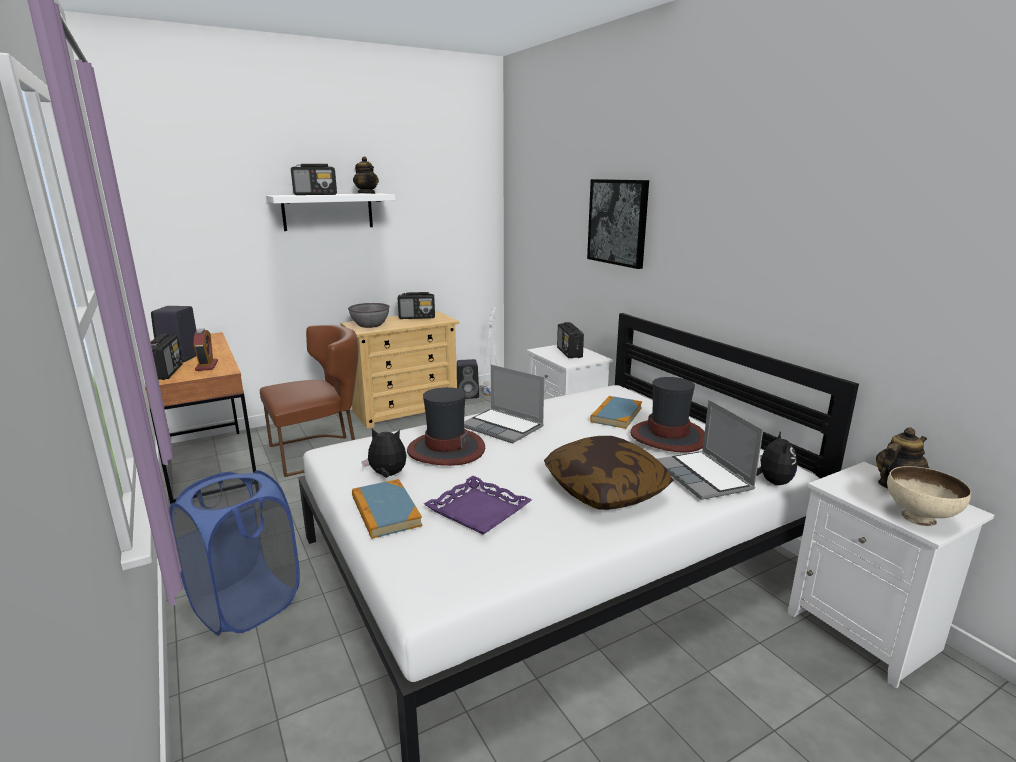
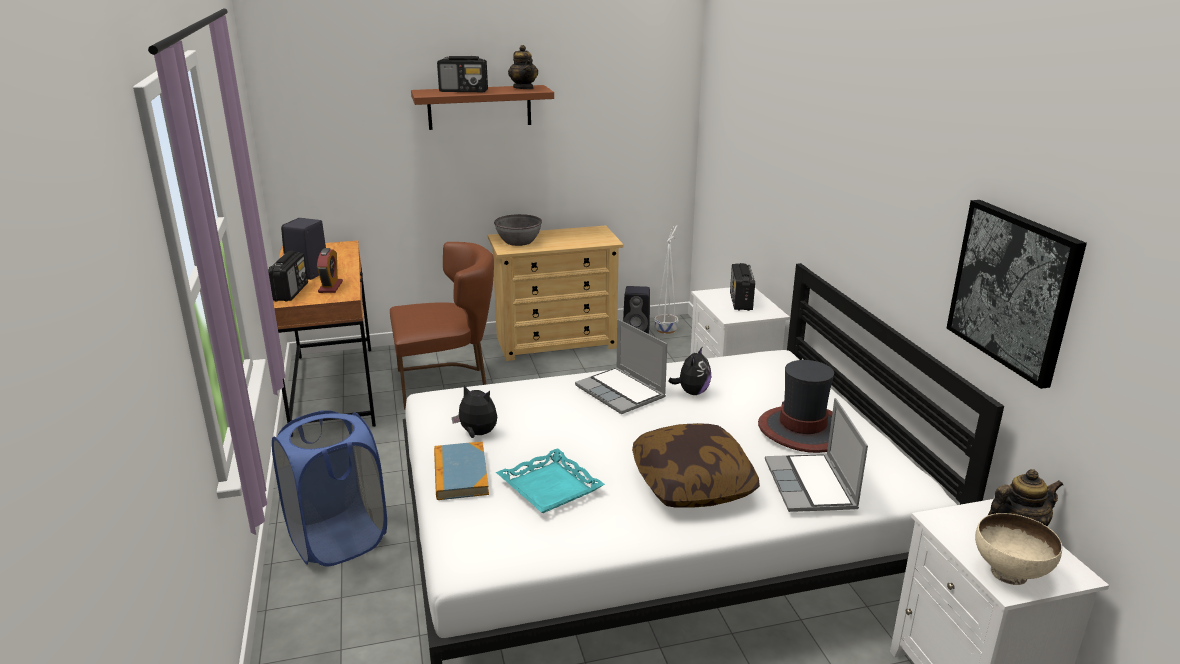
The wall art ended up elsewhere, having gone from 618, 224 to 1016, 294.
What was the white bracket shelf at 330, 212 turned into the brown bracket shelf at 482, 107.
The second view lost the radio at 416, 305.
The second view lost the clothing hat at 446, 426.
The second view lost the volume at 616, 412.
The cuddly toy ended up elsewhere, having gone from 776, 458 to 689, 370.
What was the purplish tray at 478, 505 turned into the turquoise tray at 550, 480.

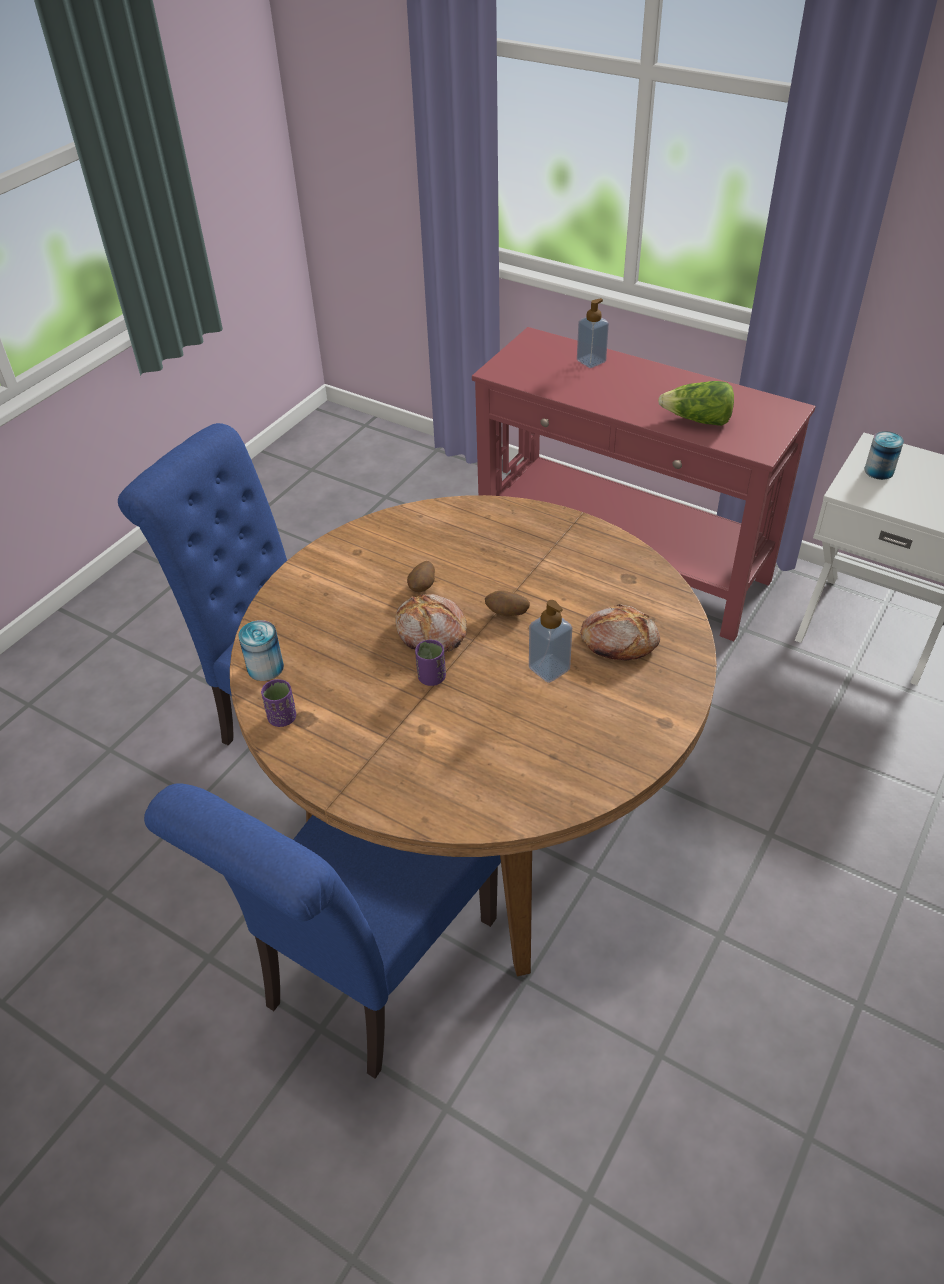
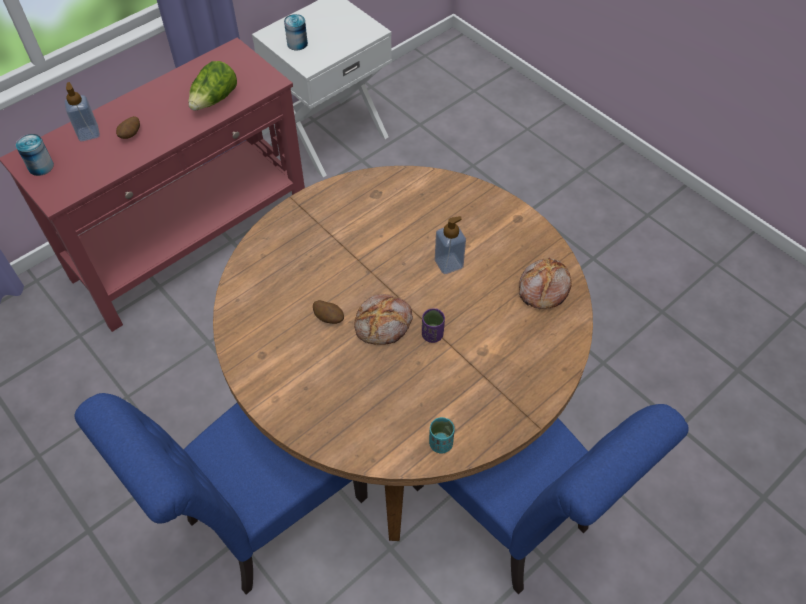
The spud ended up elsewhere, having gone from 507, 603 to 128, 127.
The baked bread ended up elsewhere, having gone from 620, 632 to 545, 283.
The metal can ended up elsewhere, having gone from 261, 650 to 35, 155.
What was the purplish cup at 278, 703 turned into the turquoise cup at 442, 435.

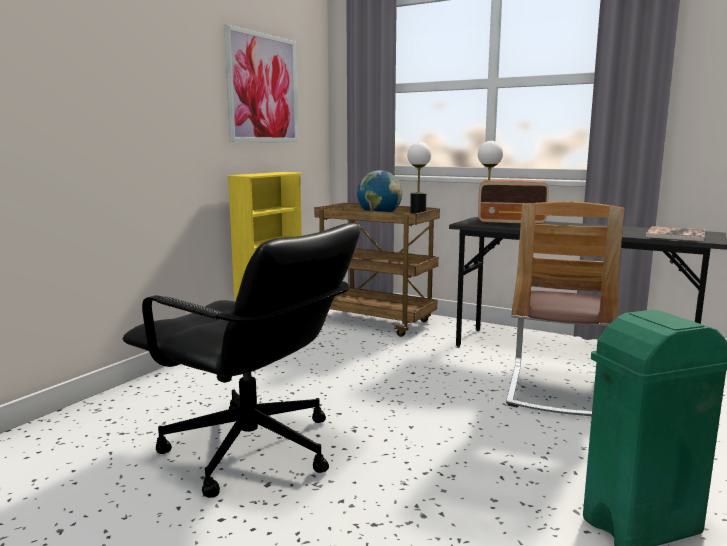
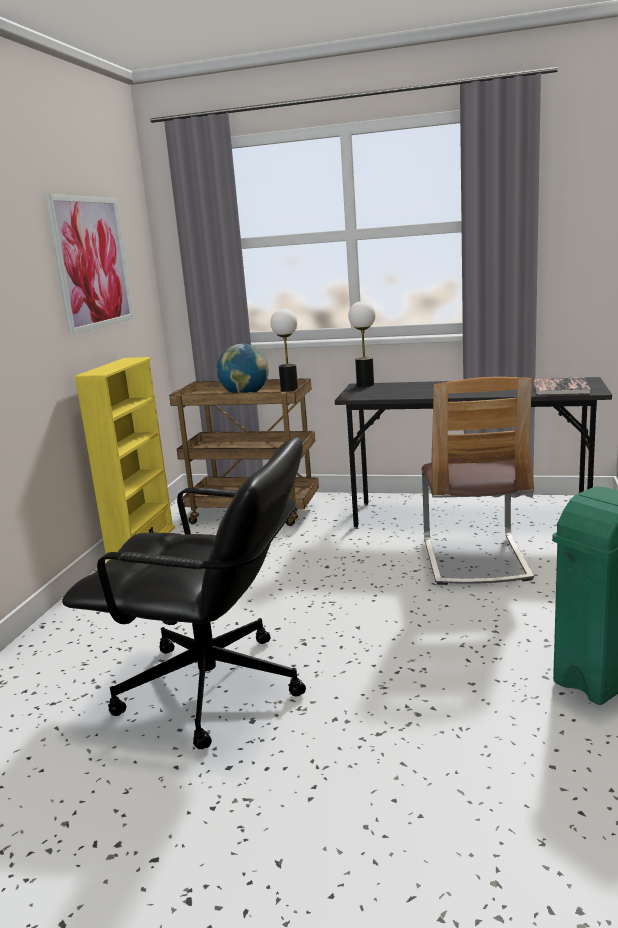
The second view lost the radio at 513, 202.

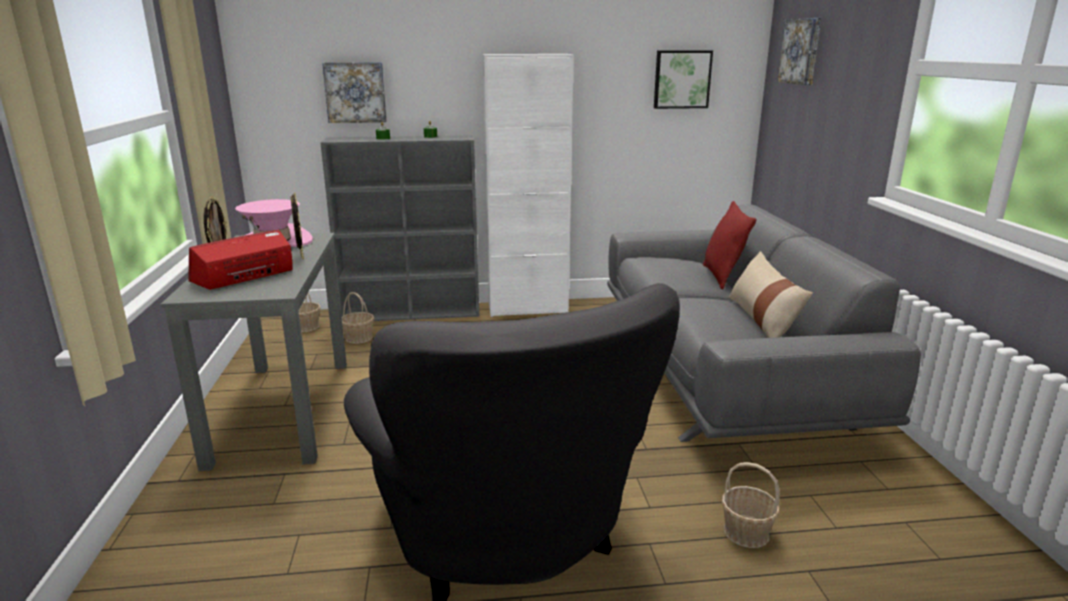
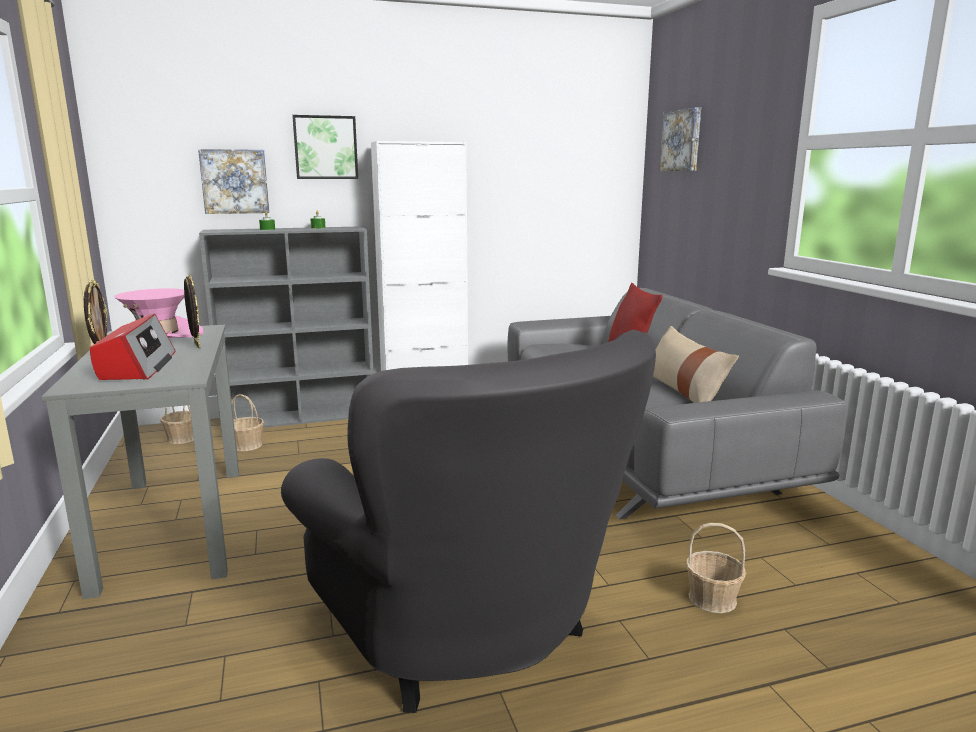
The wall art ended up elsewhere, having gone from 683, 79 to 325, 147.
The radio at 240, 260 ended up facing another way, 135 degrees clockwise from before.

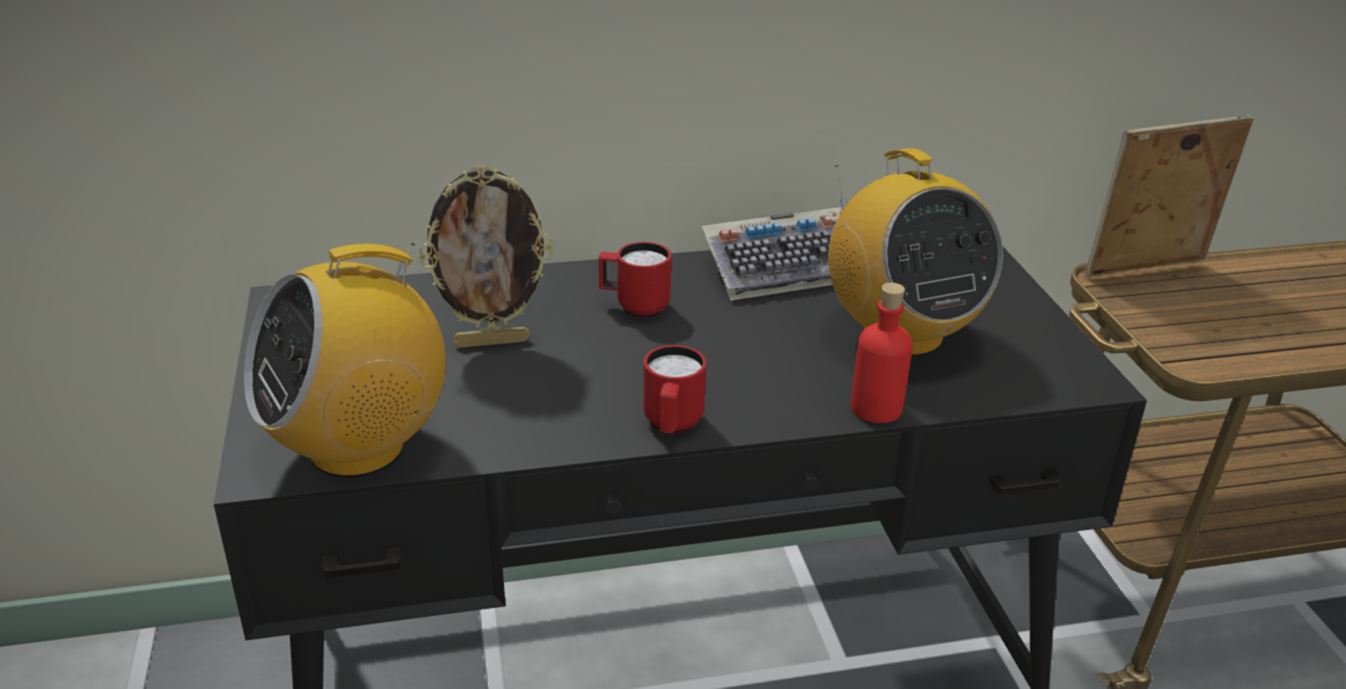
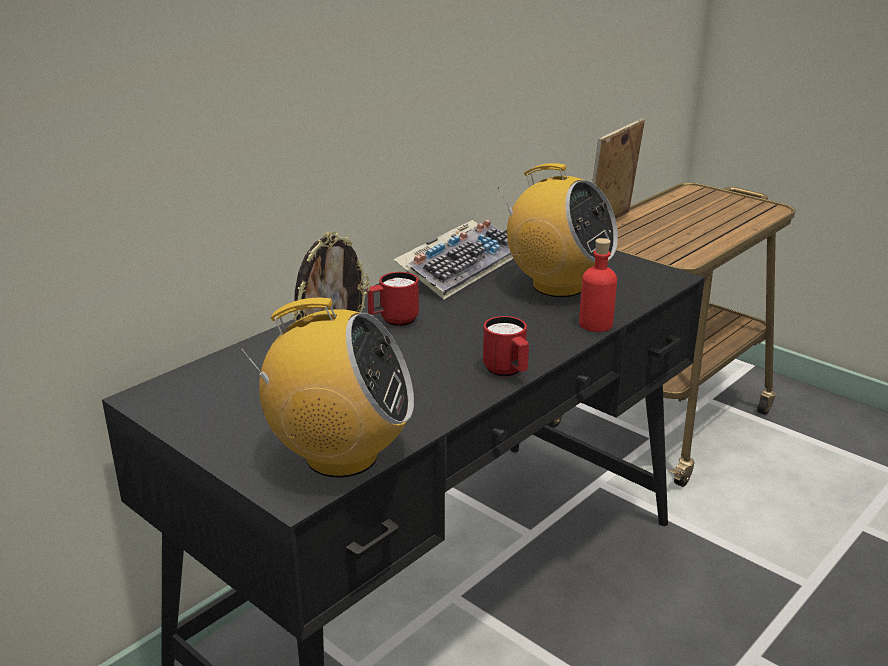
The radio at 345, 360 ended up facing another way, 105 degrees counterclockwise from before.

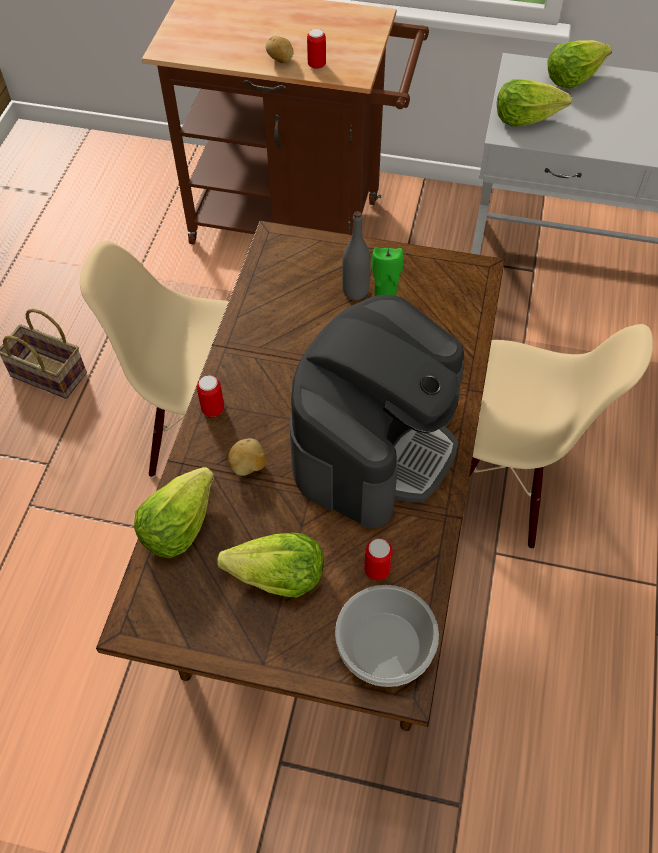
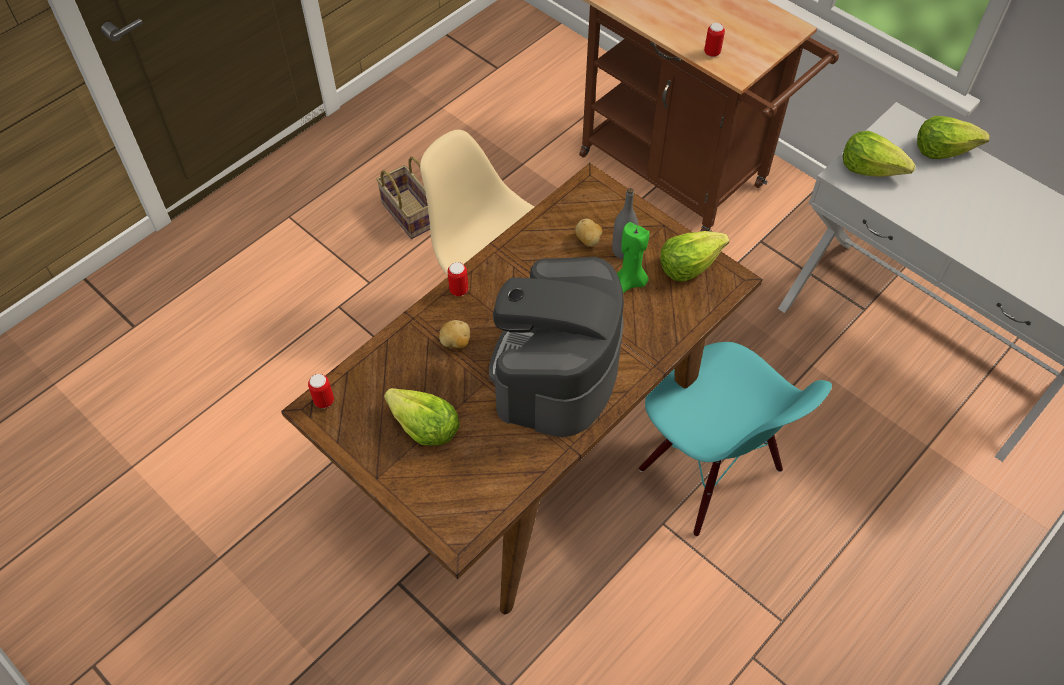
The spud ended up elsewhere, having gone from 280, 49 to 588, 232.
The coffee machine at 377, 411 ended up facing another way, 135 degrees clockwise from before.
What was the sand-coloured upright chair at 561, 436 turned into the turquoise upright chair at 735, 439.
The lettuce ended up elsewhere, having gone from 174, 512 to 694, 256.
The metal can ended up elsewhere, having gone from 378, 559 to 321, 391.
The second view lost the deep dish at 387, 636.

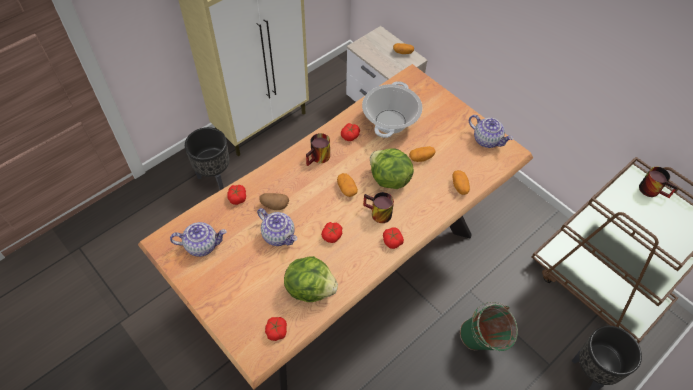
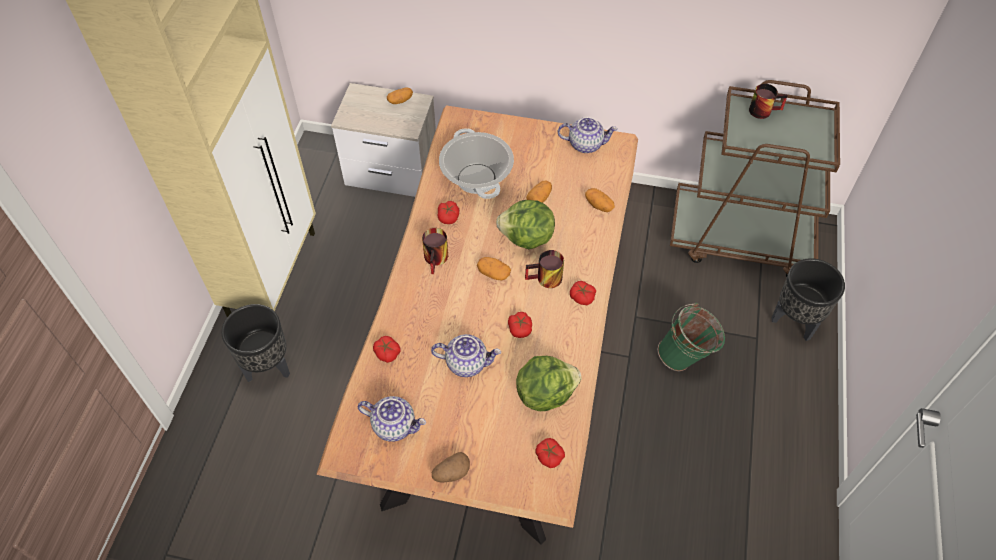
The spud ended up elsewhere, having gone from 274, 201 to 451, 467.
The pot for tea at 198, 239 ended up facing another way, 60 degrees clockwise from before.

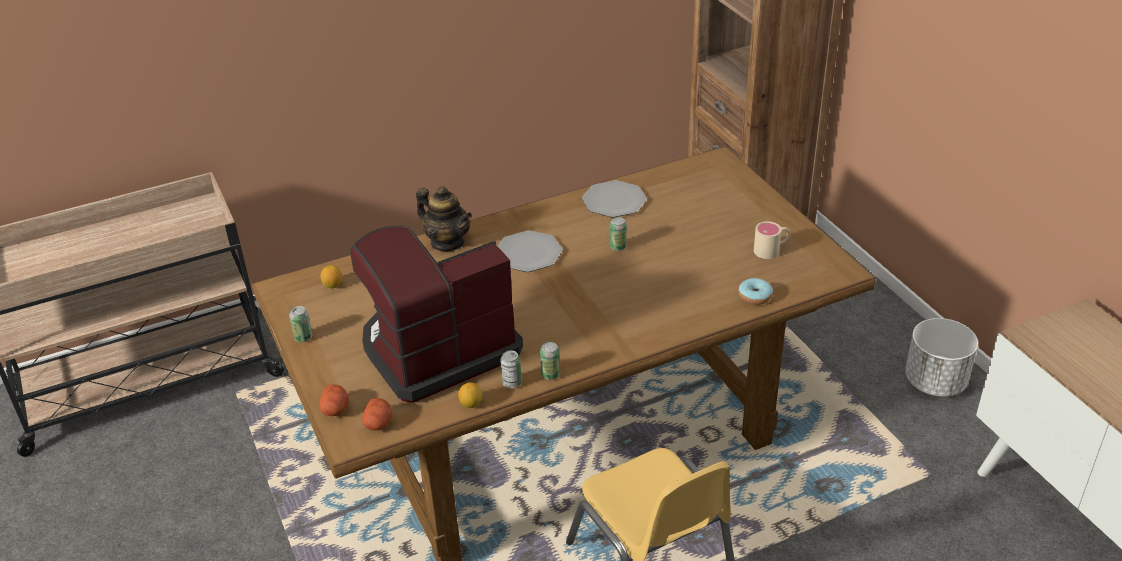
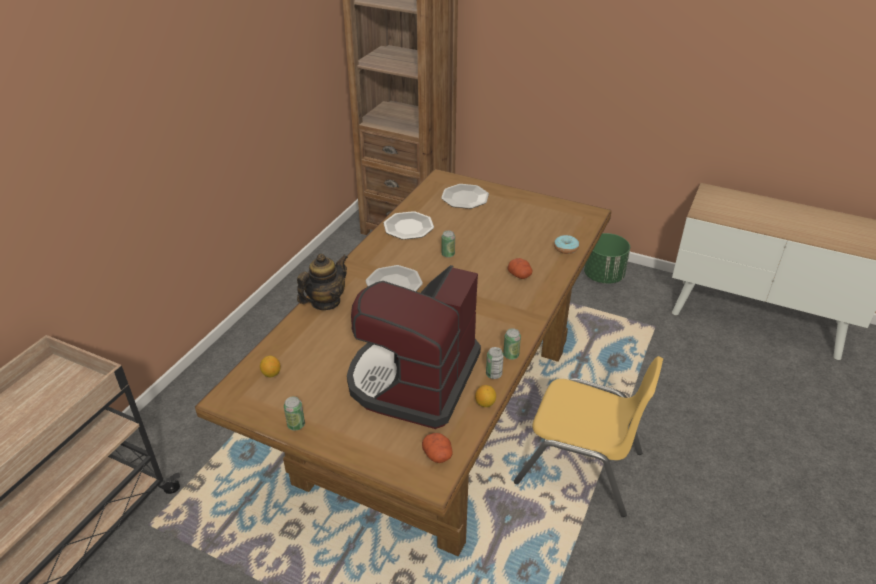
The pot for tea at 444, 218 ended up facing another way, 45 degrees counterclockwise from before.
The second view lost the sand-coloured mug at 772, 240.
What was the white planter at 941, 357 turned into the greenish planter at 607, 258.
The spud ended up elsewhere, having gone from 334, 400 to 520, 268.
The second view gained the flat dish at 465, 196.

